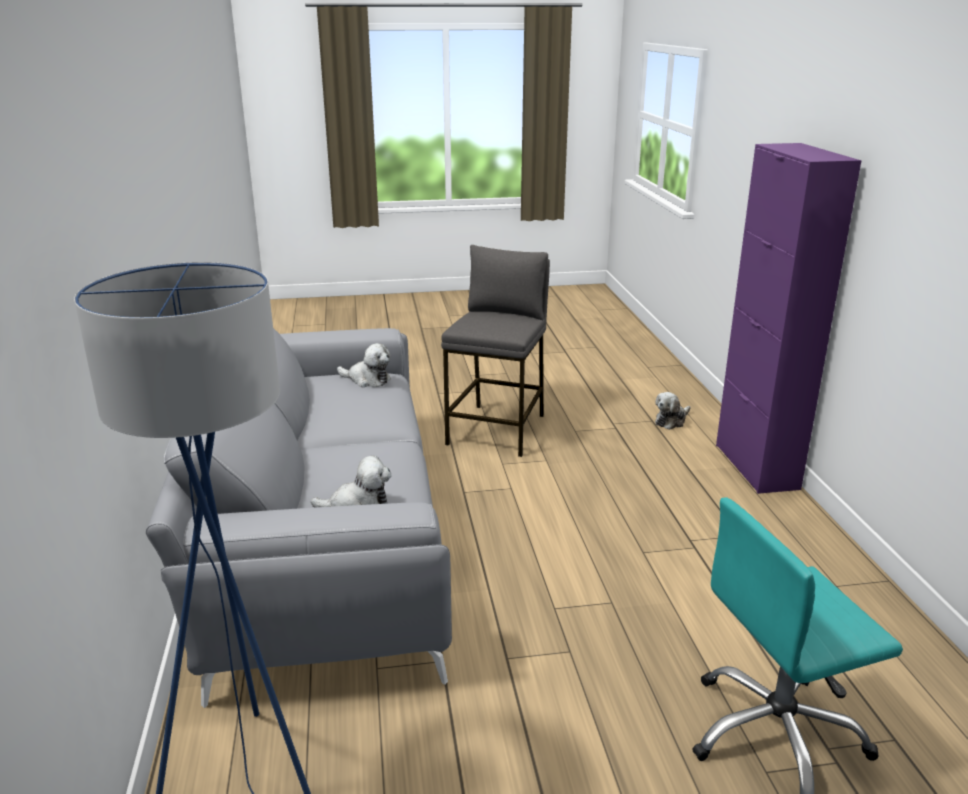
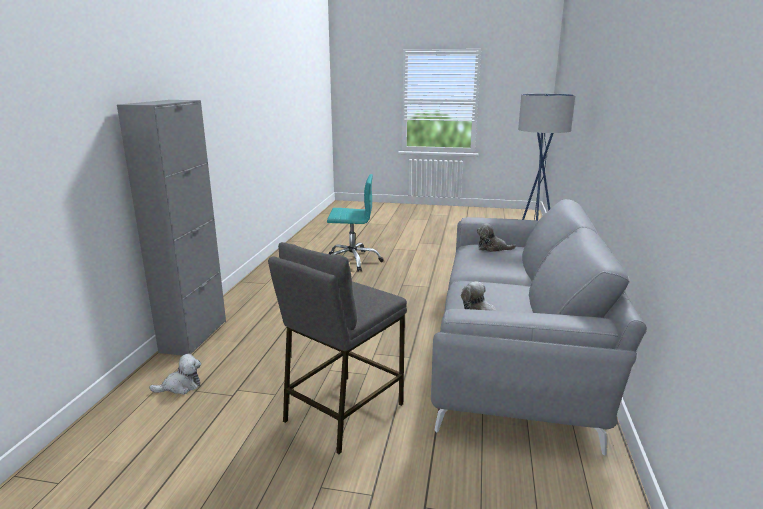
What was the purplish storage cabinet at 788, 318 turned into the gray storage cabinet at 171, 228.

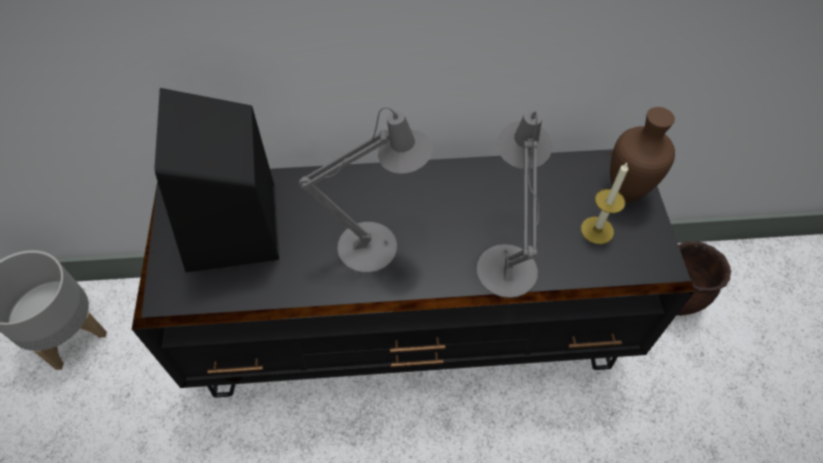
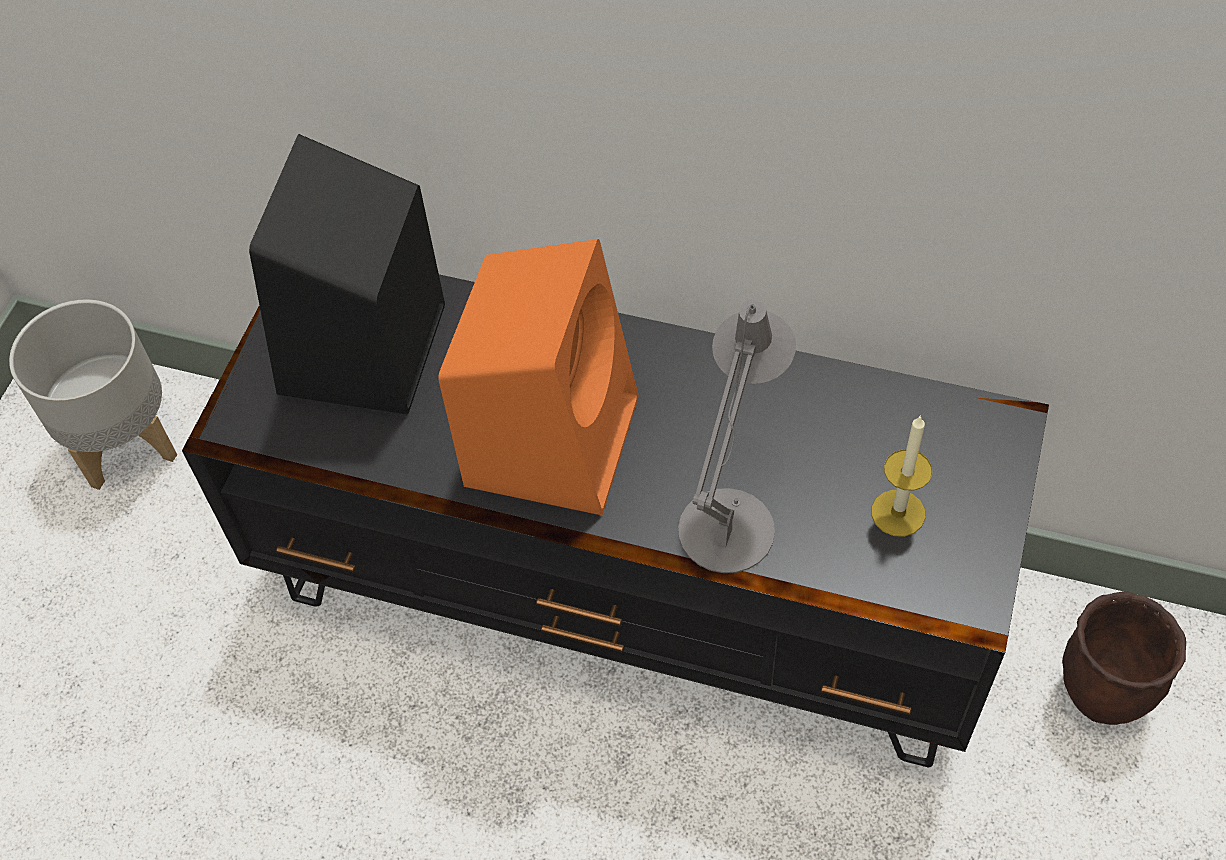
Where the gray lamp for a table stood at 366, 190, the orange audio speaker came to stand at 538, 377.
The second view lost the brown flower vase at 642, 155.

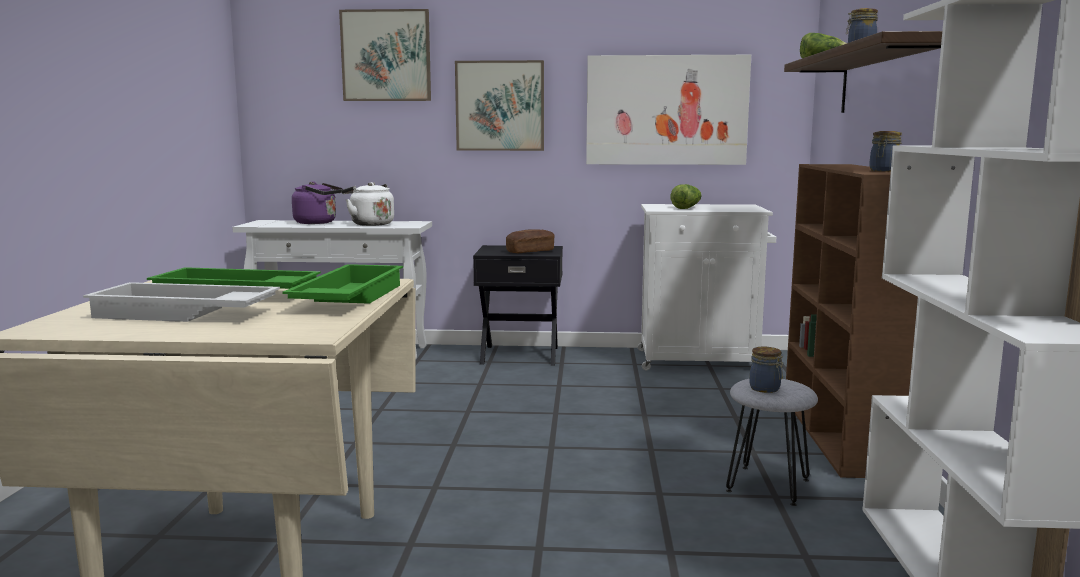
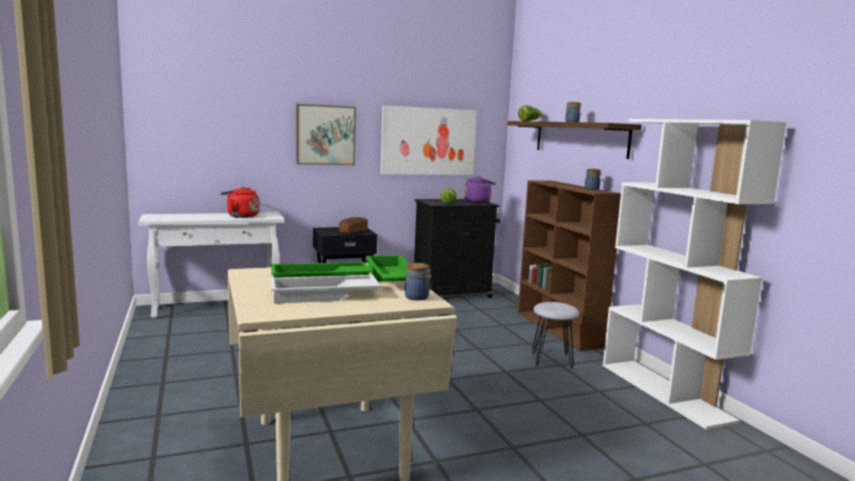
The second view lost the wall art at 385, 55.
The purplish kettle ended up elsewhere, having gone from 317, 202 to 480, 189.
What was the white kettle at 368, 204 turned into the red-coloured kettle at 240, 202.
What was the white storage cabinet at 707, 287 turned into the black-coloured storage cabinet at 457, 248.
The jar ended up elsewhere, having gone from 766, 370 to 418, 281.

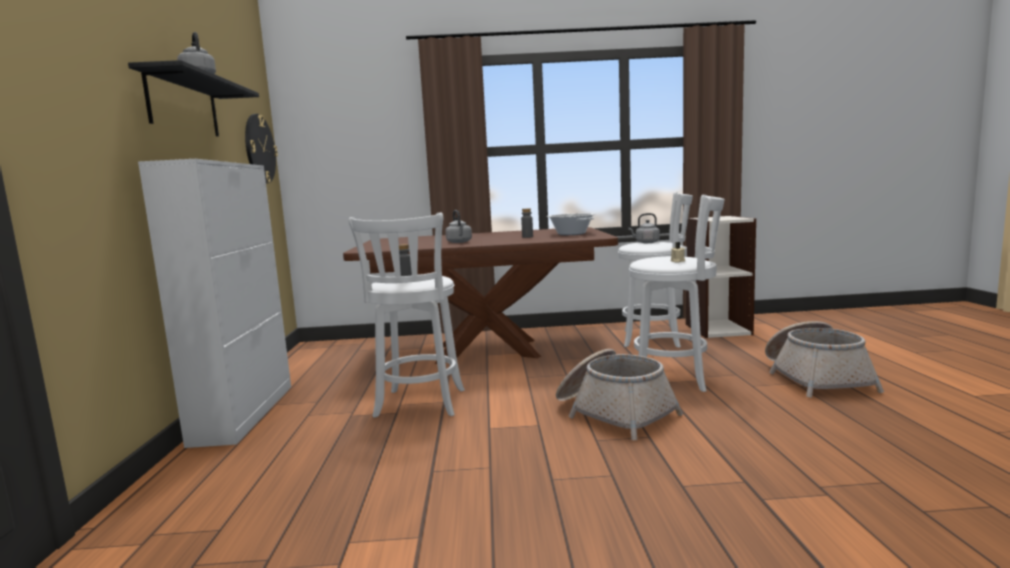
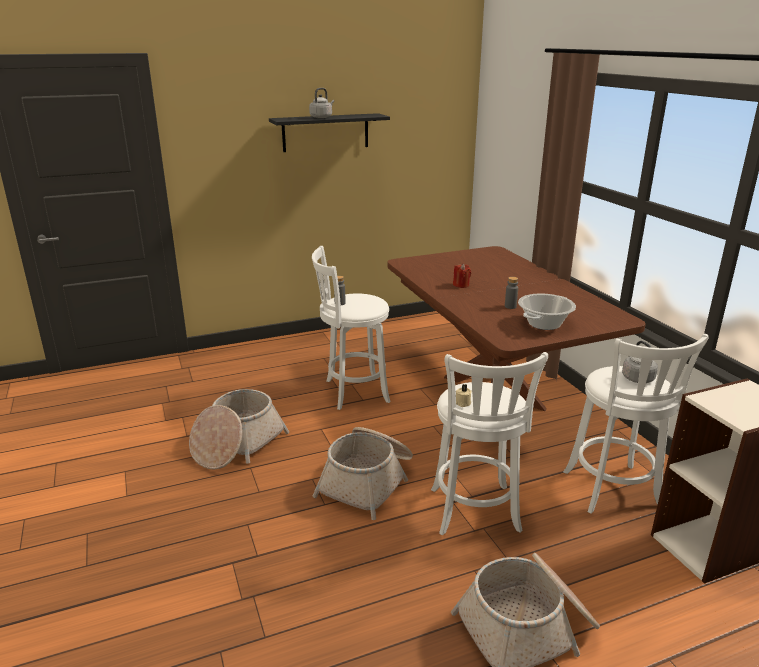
The second view lost the hanging clock at 261, 149.
The second view lost the white storage cabinet at 214, 303.
Where the gray kettle stood at 458, 226, the red-coloured wax light came to stand at 462, 275.
The second view gained the household basket at 239, 429.

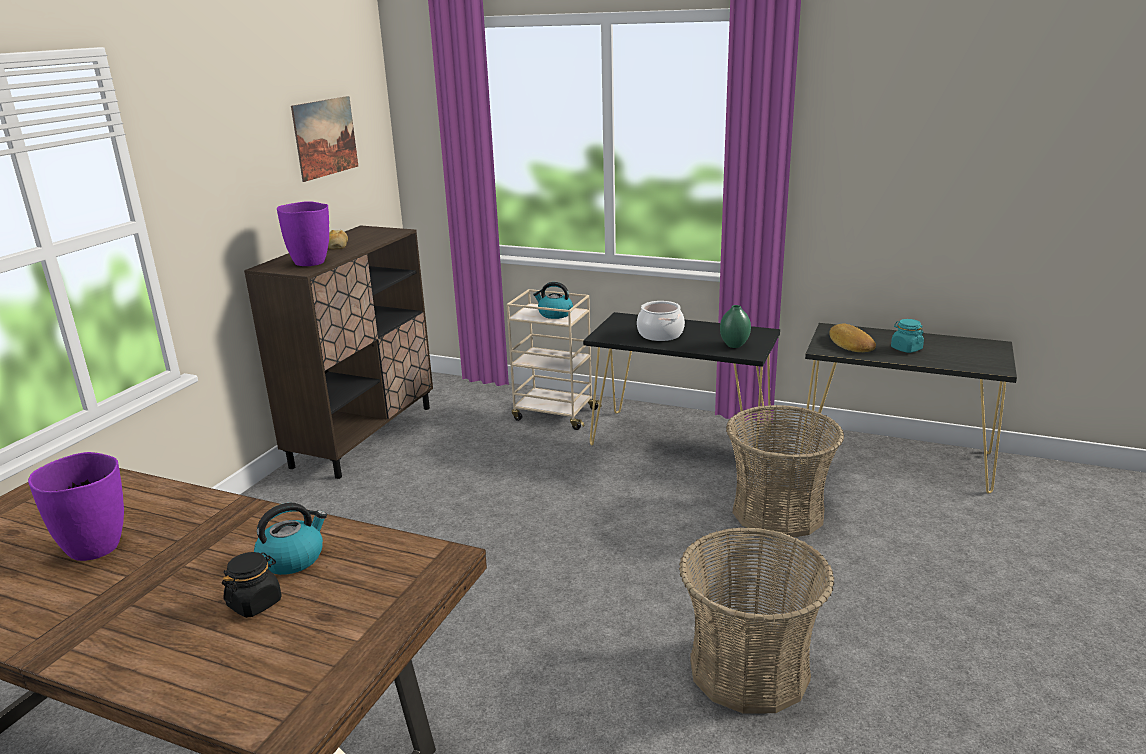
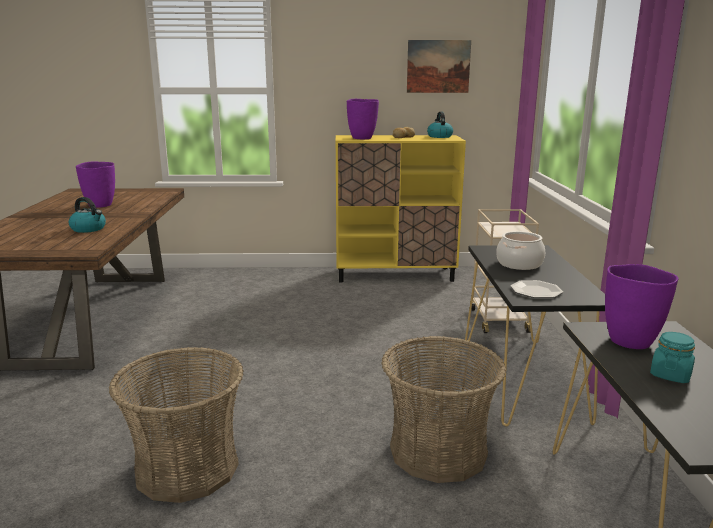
What was the brown storage cabinet at 338, 352 turned into the yellow-coloured storage cabinet at 400, 209.
The kettle ended up elsewhere, having gone from 553, 300 to 440, 125.
Where the greenish flower vase stood at 735, 326, the flat dish came to stand at 537, 289.
Where the baked bread stood at 852, 337, the purplish flower vase came to stand at 641, 306.
The second view lost the black-coloured jar at 252, 585.

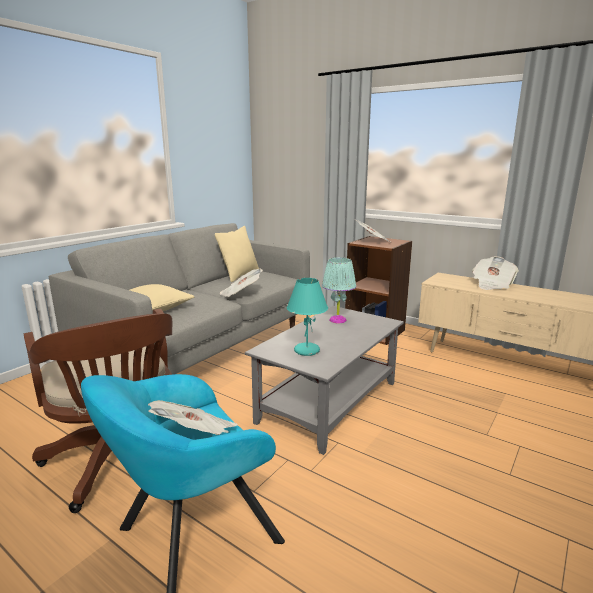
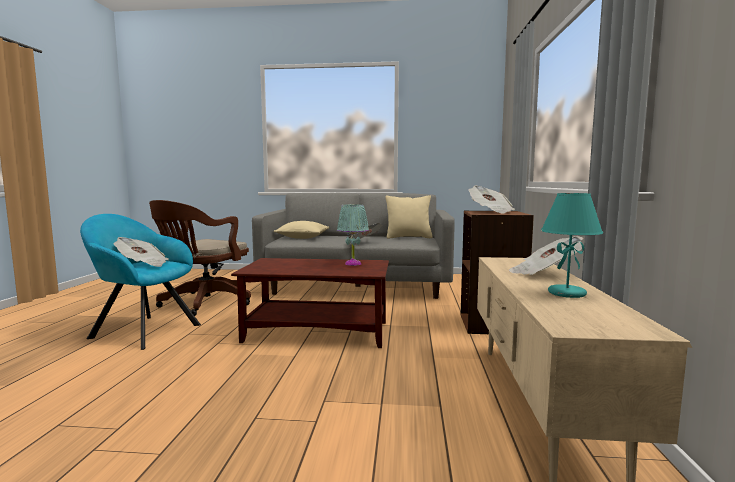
The turquoise lamp for a table ended up elsewhere, having gone from 307, 317 to 572, 245.
What was the gray low table at 324, 380 turned into the brown low table at 310, 303.

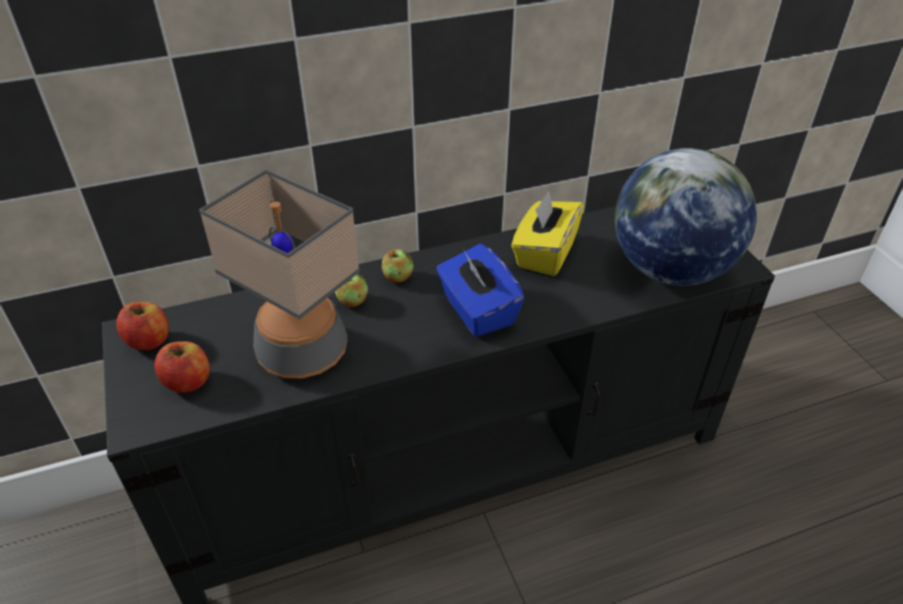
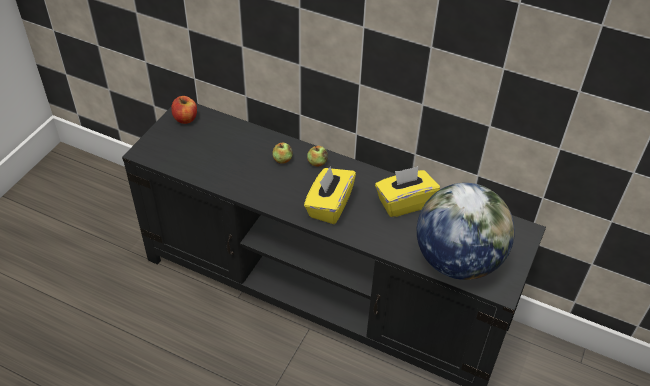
The second view lost the lamp for a table at 279, 273.
What was the blue tissue holder at 480, 290 turned into the yellow-coloured tissue holder at 330, 195.
The second view lost the apple fruit at 182, 367.

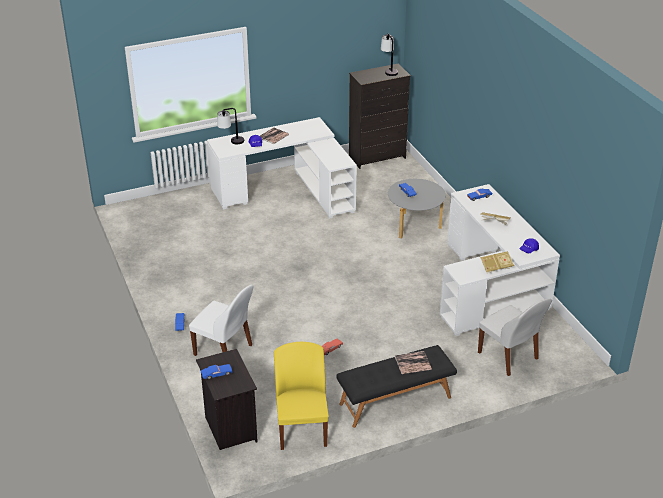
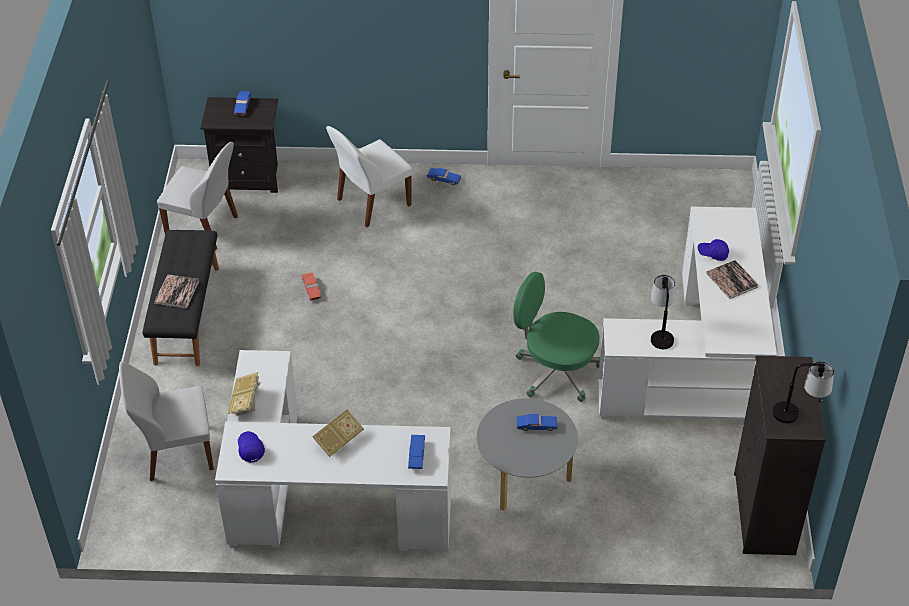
The lamp for a table ended up elsewhere, having gone from 230, 126 to 663, 312.
What was the yellow-coloured upright chair at 301, 396 turned into the white upright chair at 197, 196.
The second view gained the greenish office chair at 556, 337.

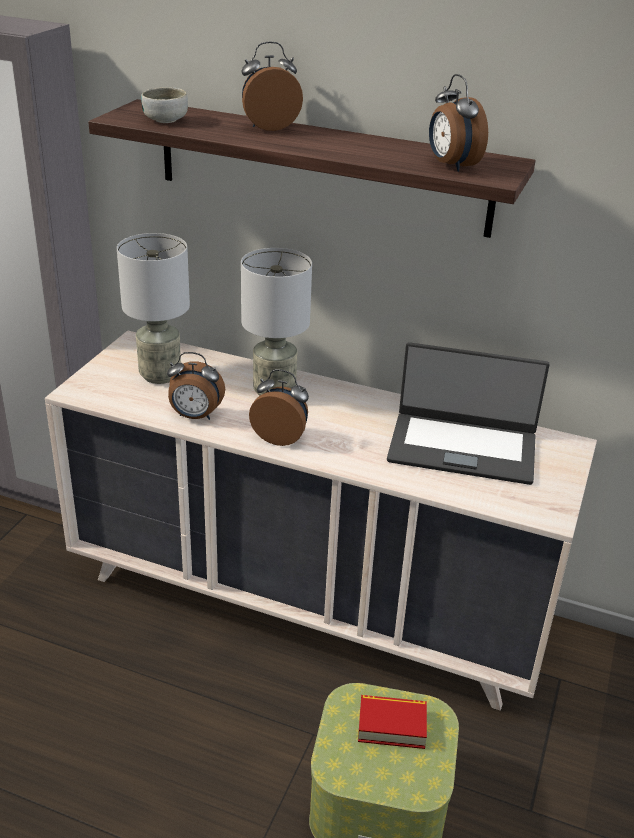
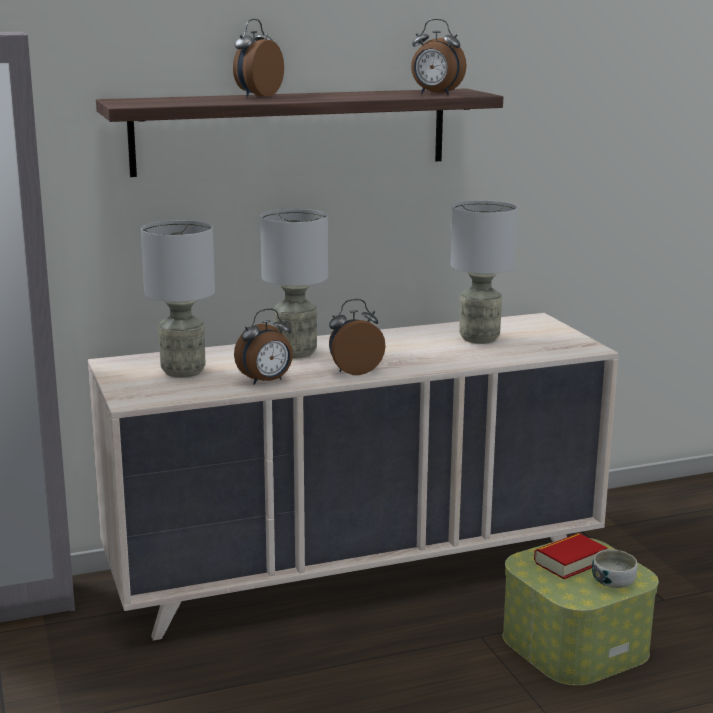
The deep dish ended up elsewhere, having gone from 164, 105 to 615, 568.
Where the portable computer stood at 468, 413, the gray lamp for a table came to stand at 484, 272.

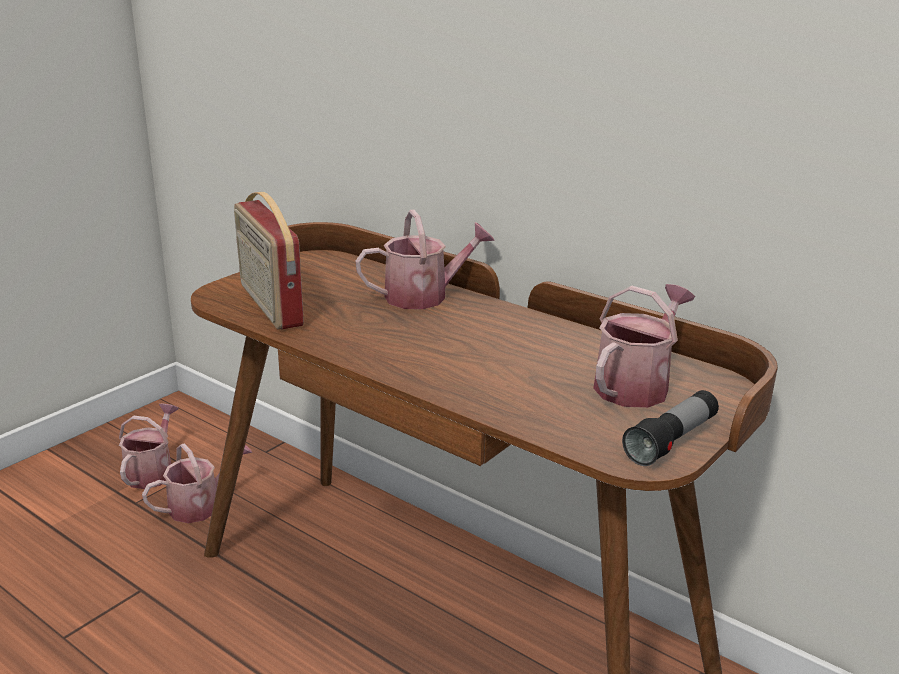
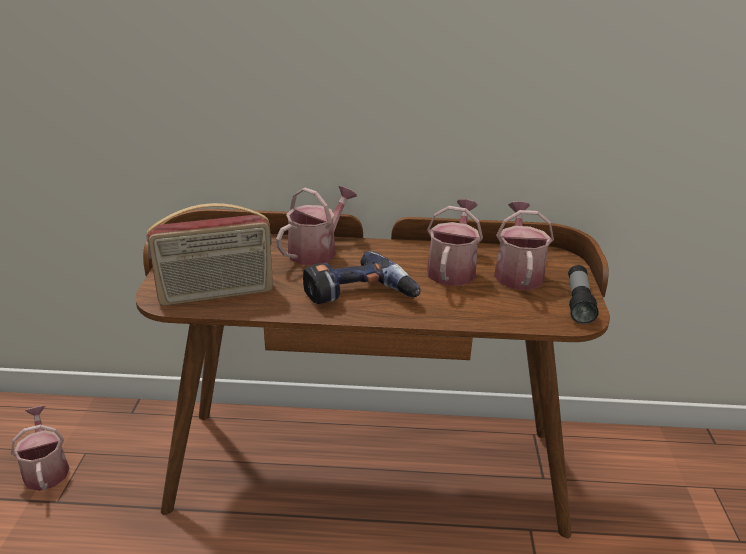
The radio at 269, 261 ended up facing another way, 45 degrees counterclockwise from before.
The watering pot ended up elsewhere, having gone from 197, 483 to 455, 242.
The second view gained the drill at 362, 277.

